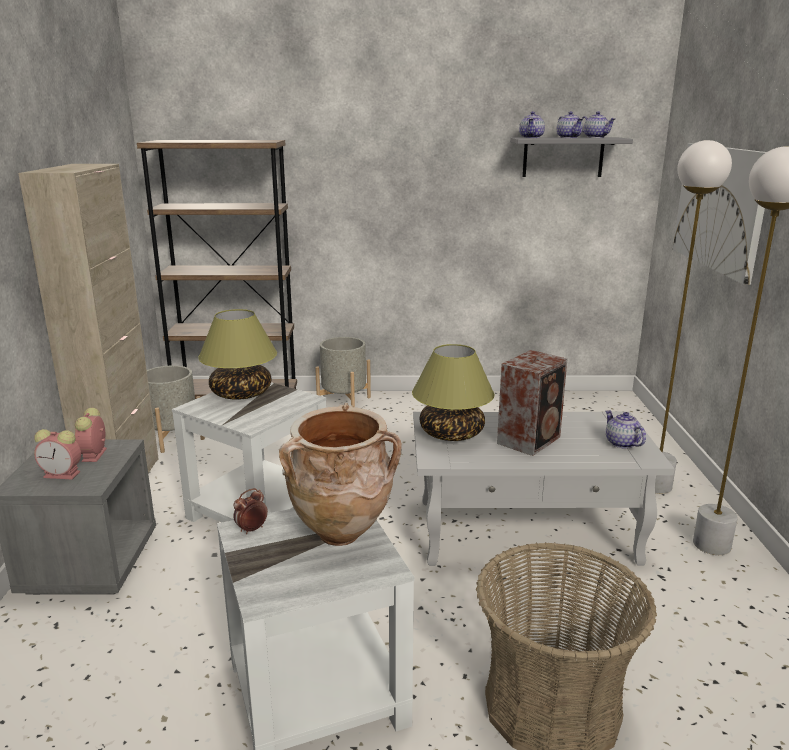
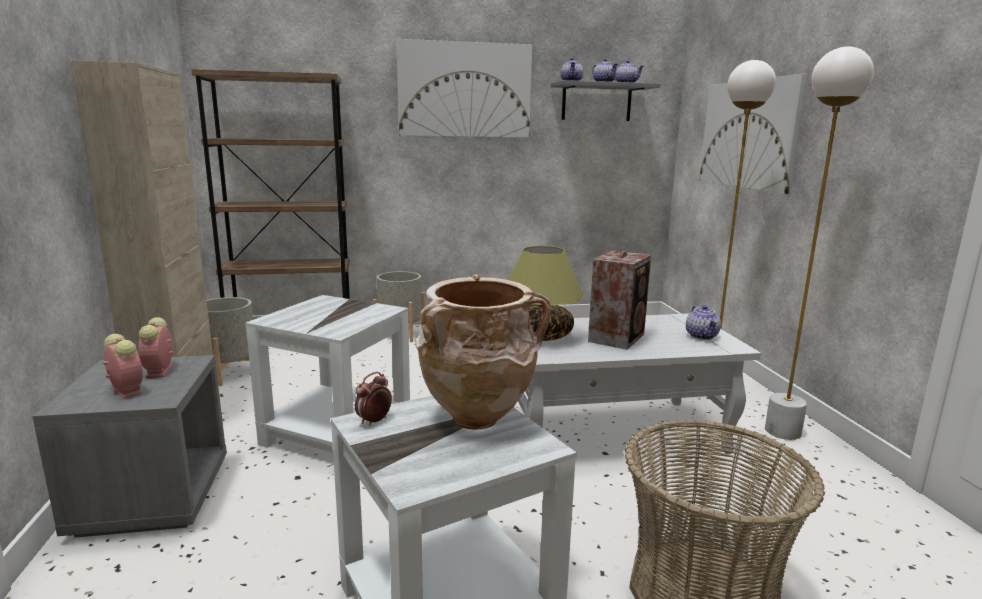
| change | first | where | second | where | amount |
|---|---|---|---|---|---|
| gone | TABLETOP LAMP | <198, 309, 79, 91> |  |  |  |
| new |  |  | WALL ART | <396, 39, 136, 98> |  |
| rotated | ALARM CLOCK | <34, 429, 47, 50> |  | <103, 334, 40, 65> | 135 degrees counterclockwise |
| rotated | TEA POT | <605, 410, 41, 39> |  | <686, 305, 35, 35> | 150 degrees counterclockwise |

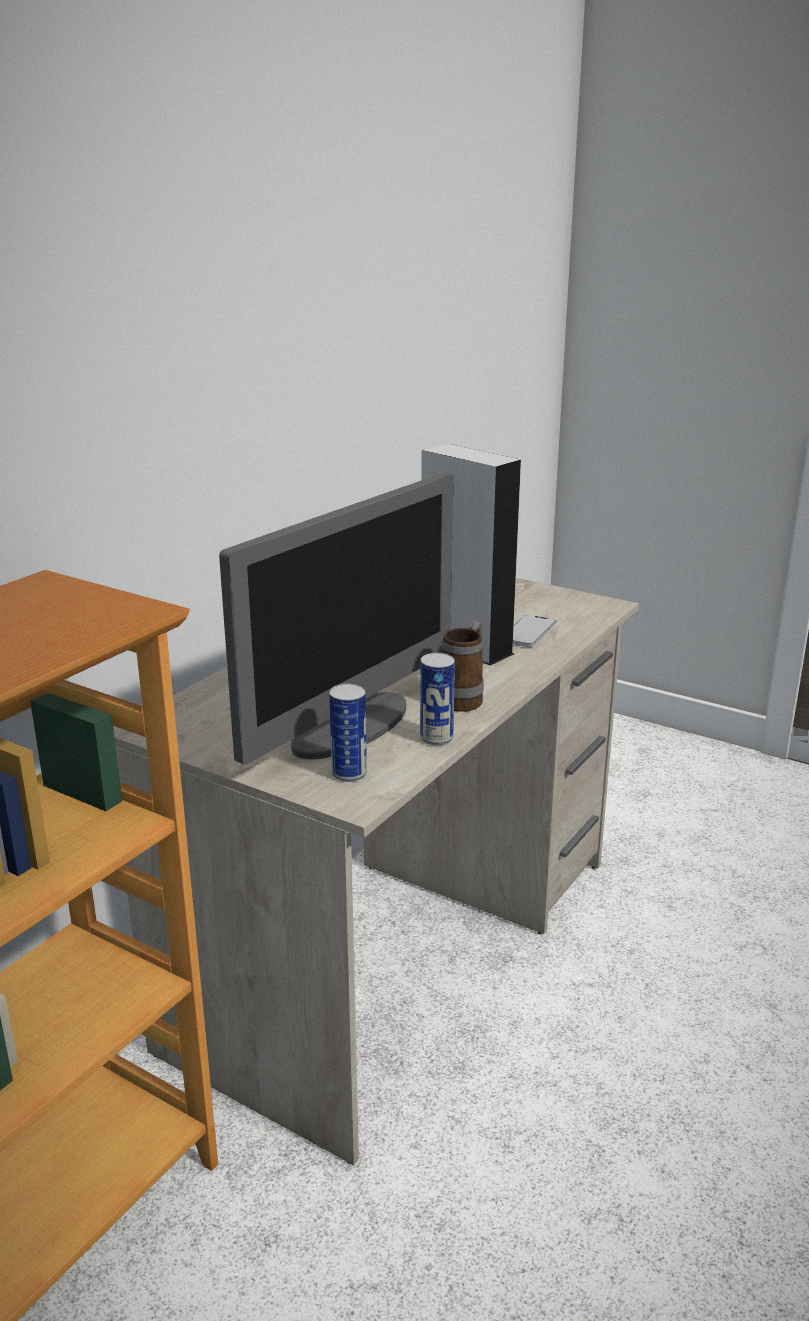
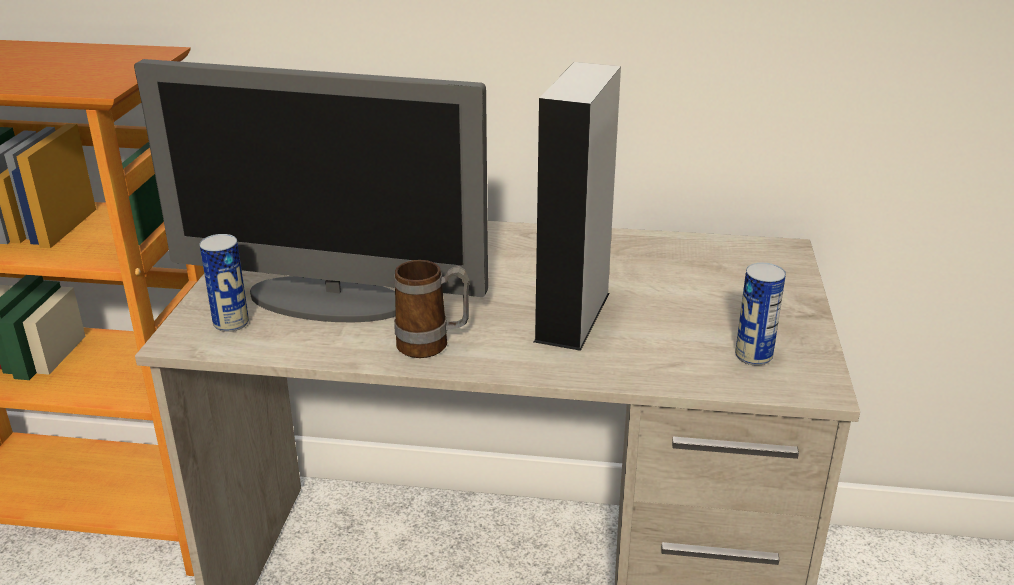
| change | first | where | second | where | amount |
|---|---|---|---|---|---|
| gone | HANDSET | <513, 615, 43, 32> |  |  |  |
| shifted | METAL CAN | <420, 653, 35, 92> |  | <735, 263, 51, 103> |  |

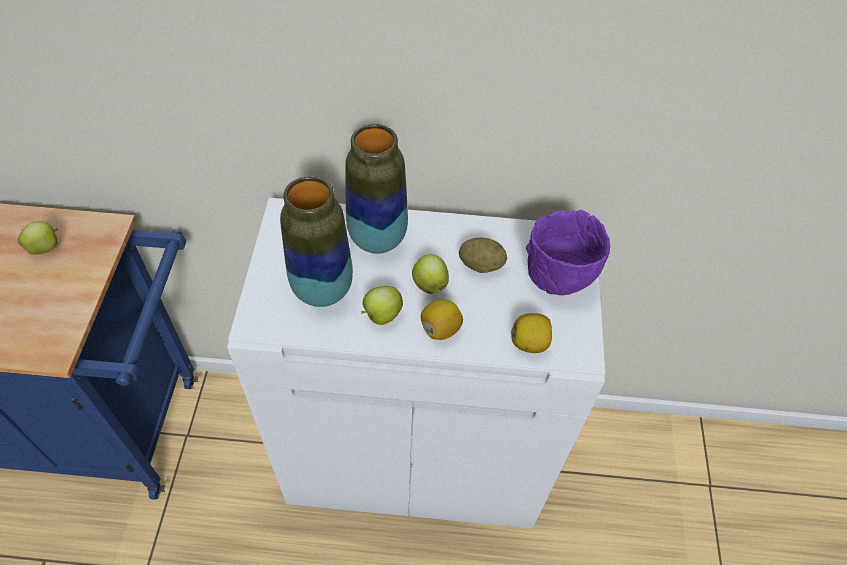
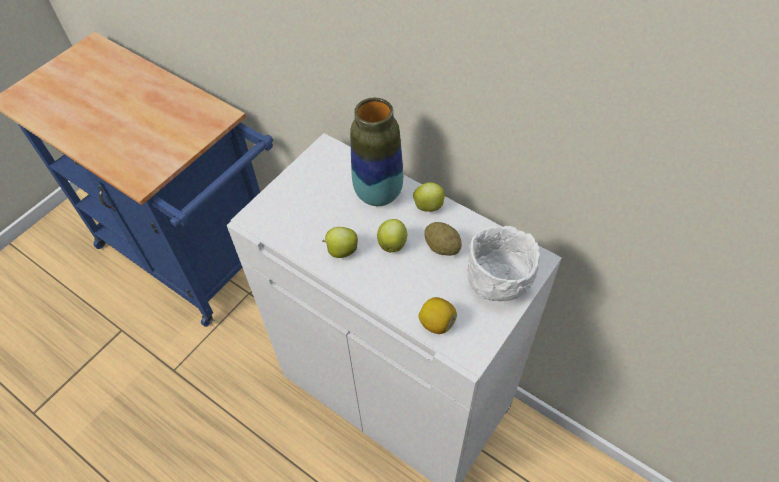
| change | first | where | second | where | amount |
|---|---|---|---|---|---|
| gone | DECORATIVE VASE | <280, 176, 73, 131> |  |  |  |
| gone | WHOLE LEMON | <421, 300, 42, 40> |  |  |  |
| shifted | APPLE FRUIT | <18, 221, 40, 34> |  | <413, 182, 34, 30> |  |
| repainted | PURPLE-COLOURED SERVING BOWL | <526, 210, 84, 86> | WHITISH SERVING BOWL | <467, 226, 73, 75> |  |

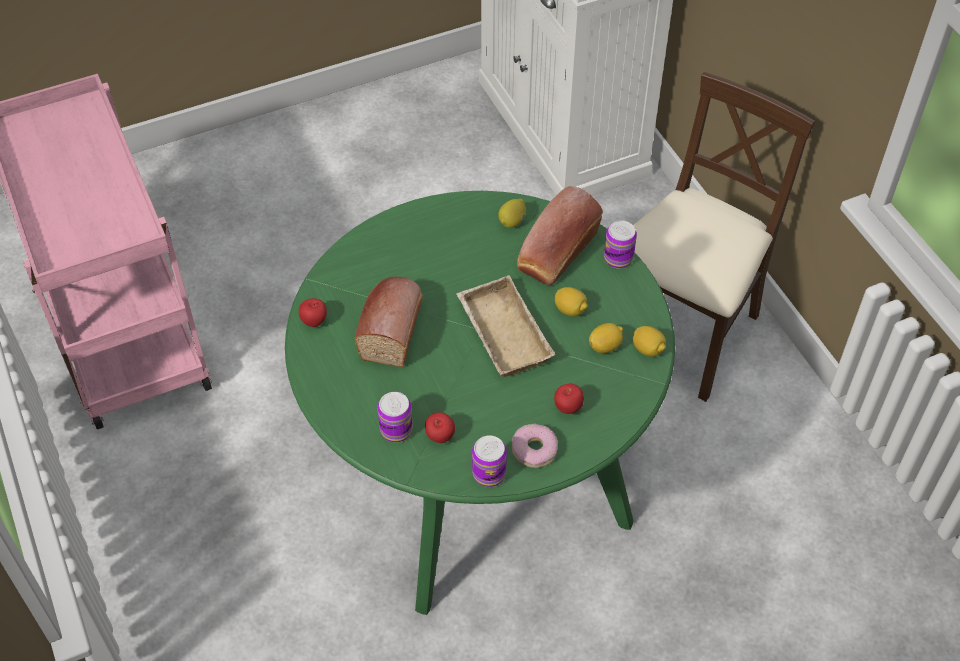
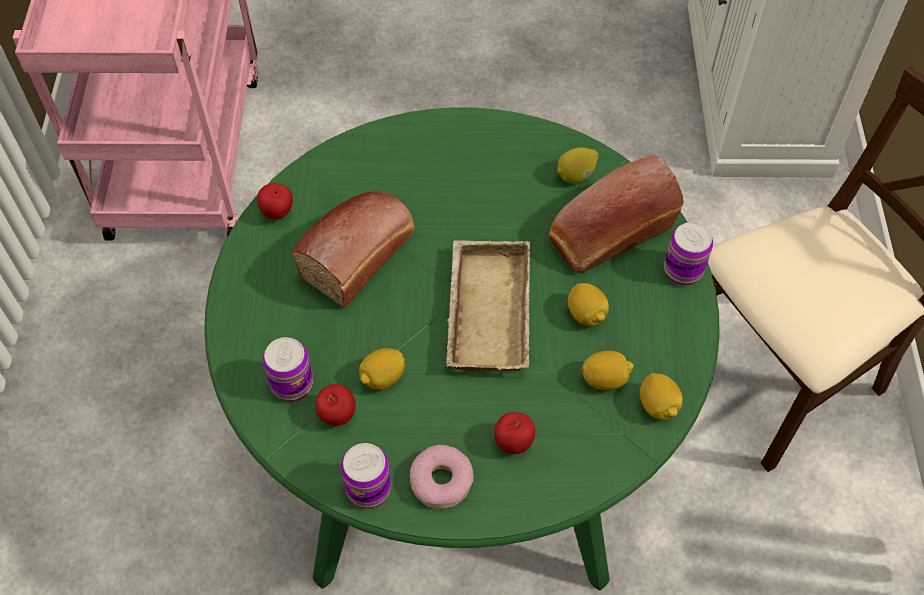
| change | first | where | second | where | amount |
|---|---|---|---|---|---|
| new |  |  | WHOLE LEMON | <359, 348, 46, 42> |  |

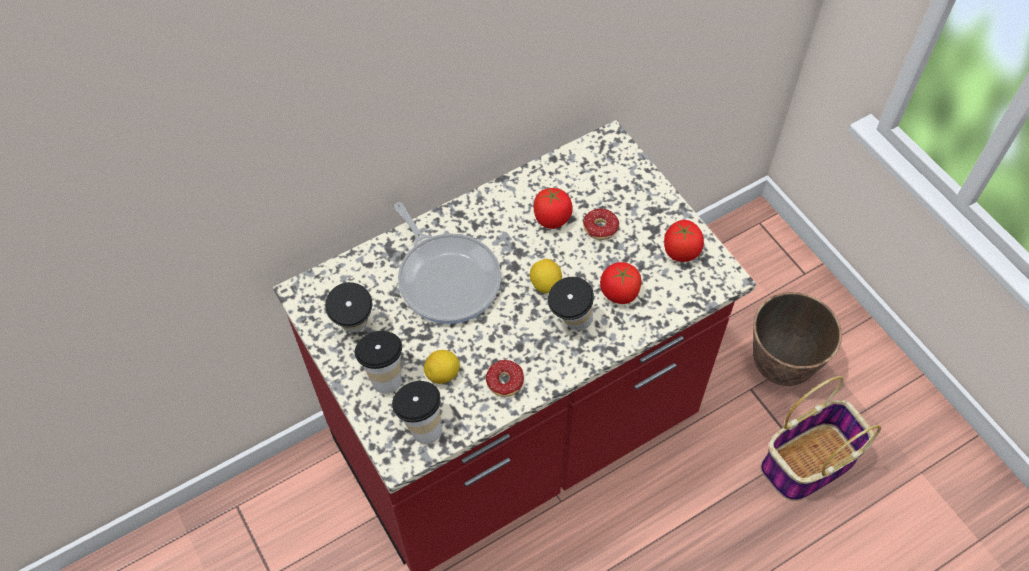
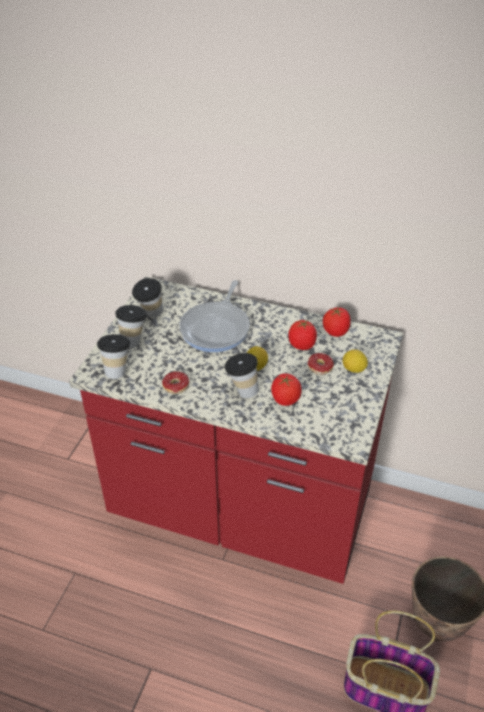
| change | first | where | second | where | amount |
|---|---|---|---|---|---|
| shifted | WHOLE LEMON | <424, 350, 36, 34> |  | <343, 349, 25, 24> |  |
| shifted | TOMATO | <664, 220, 40, 42> |  | <323, 306, 28, 31> |  |

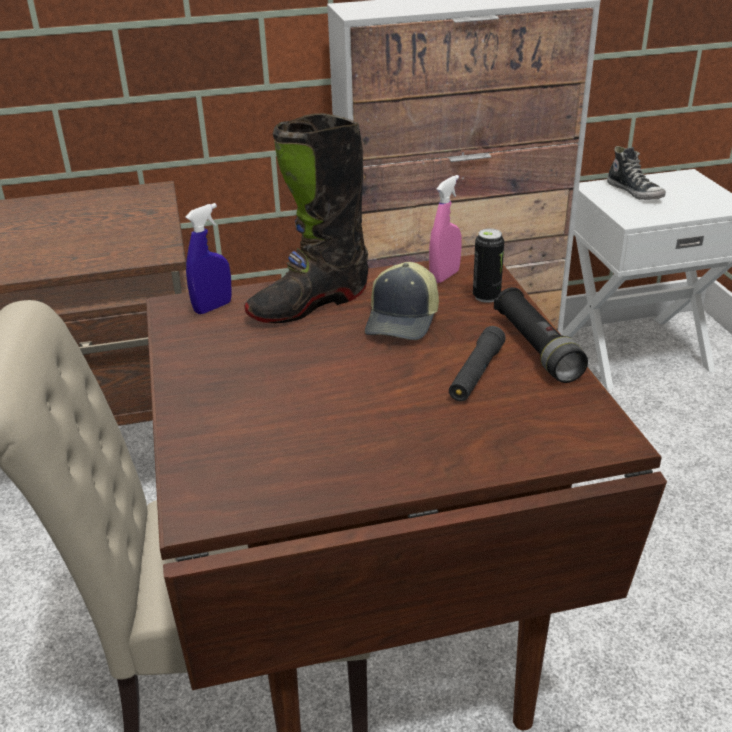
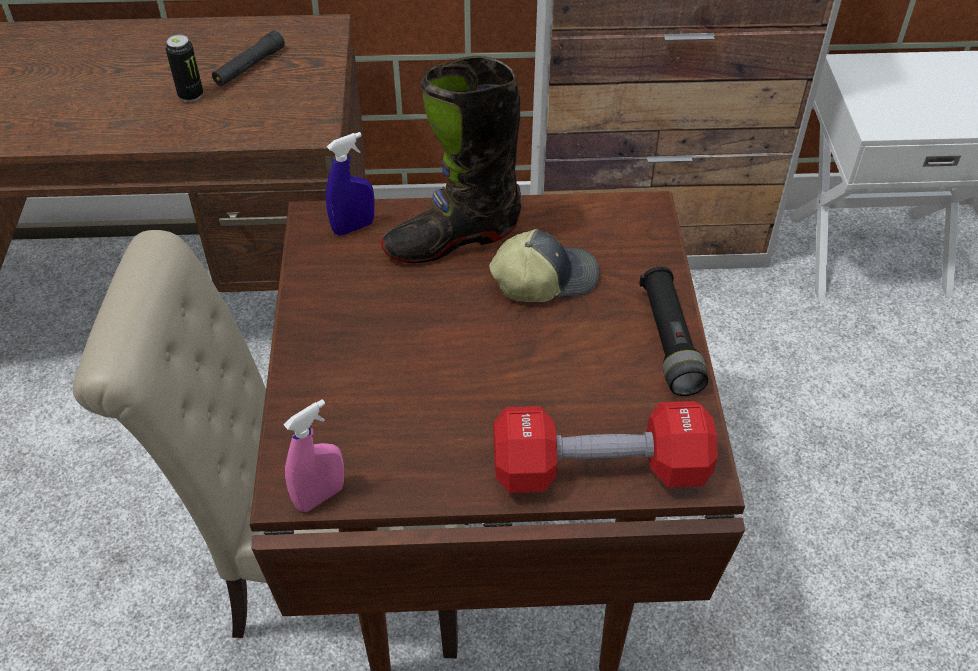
| change | first | where | second | where | amount |
|---|---|---|---|---|---|
| gone | SHOE | <607, 146, 59, 54> |  |  |  |
| new |  |  | RED-COLOURED HAND WEIGHT | <494, 401, 224, 92> |  |
| shifted | PINK SPRAY BOTTLE | <429, 175, 33, 108> |  | <284, 399, 60, 113> |  |
| shifted | BLACK FLASHLIGHT | <449, 326, 57, 76> |  | <212, 30, 73, 56> |  |
| shifted | METAL CAN | <473, 229, 31, 74> |  | <166, 35, 37, 67> |  |
| rotated | BASEBALL CAP | <365, 262, 74, 78> |  | <489, 229, 110, 73> | 135 degrees counterclockwise |

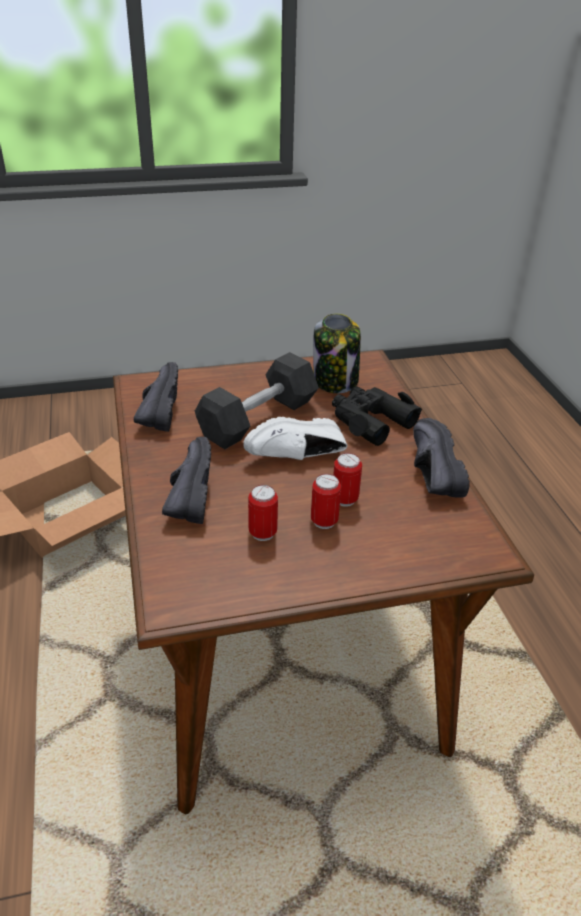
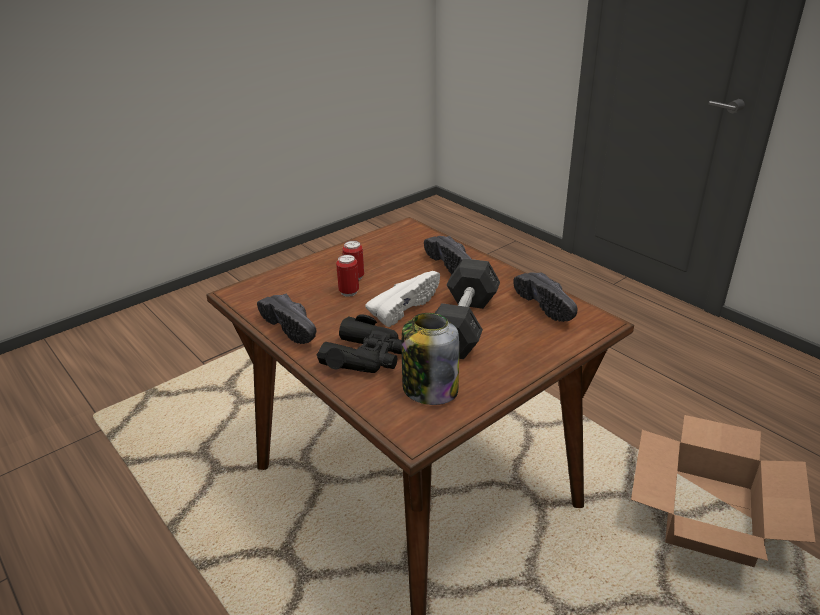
| change | first | where | second | where | amount |
|---|---|---|---|---|---|
| gone | METAL CAN | <248, 485, 30, 56> |  |  |  |

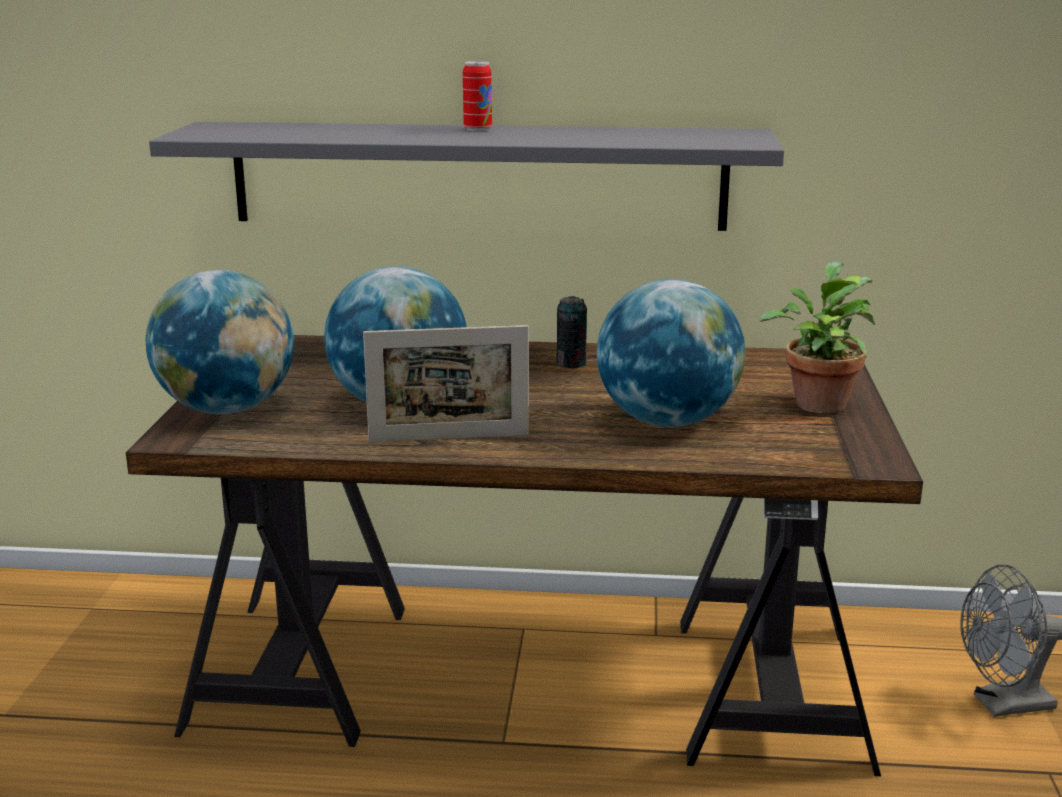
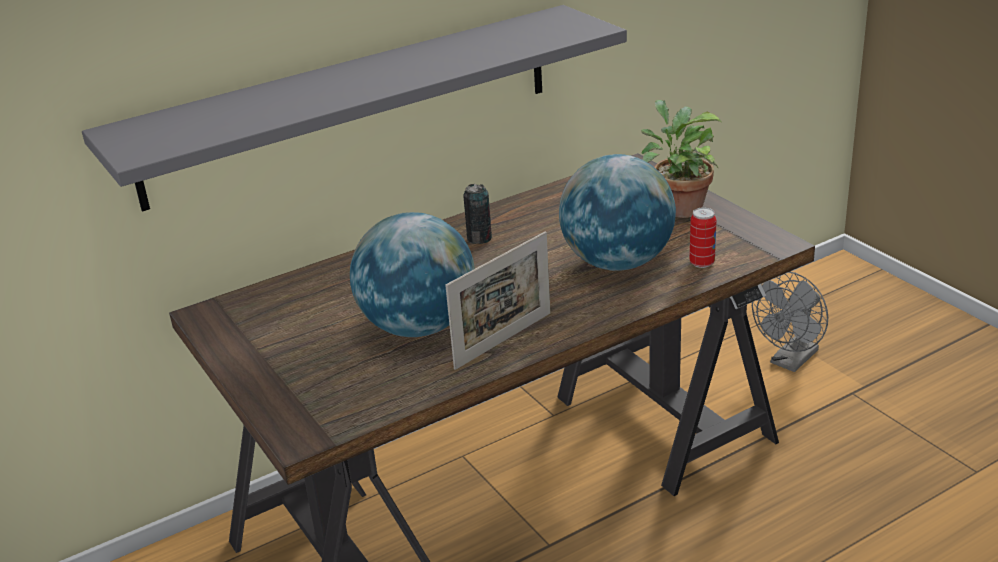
| change | first | where | second | where | amount |
|---|---|---|---|---|---|
| gone | WORLD GLOBE | <146, 270, 148, 144> |  |  |  |
| shifted | METAL CAN | <463, 61, 29, 70> |  | <690, 207, 26, 61> |  |

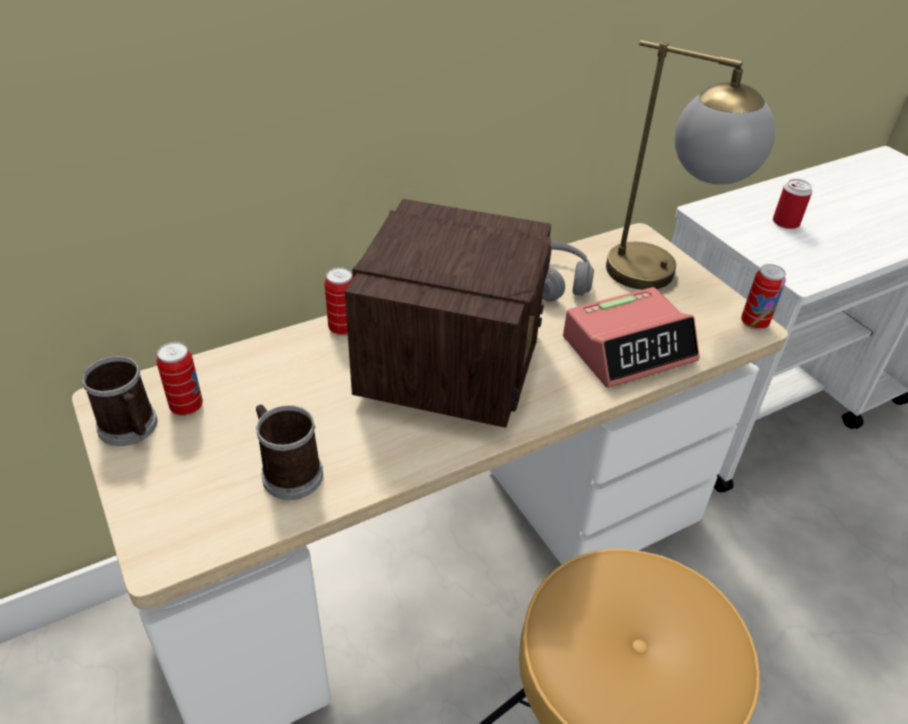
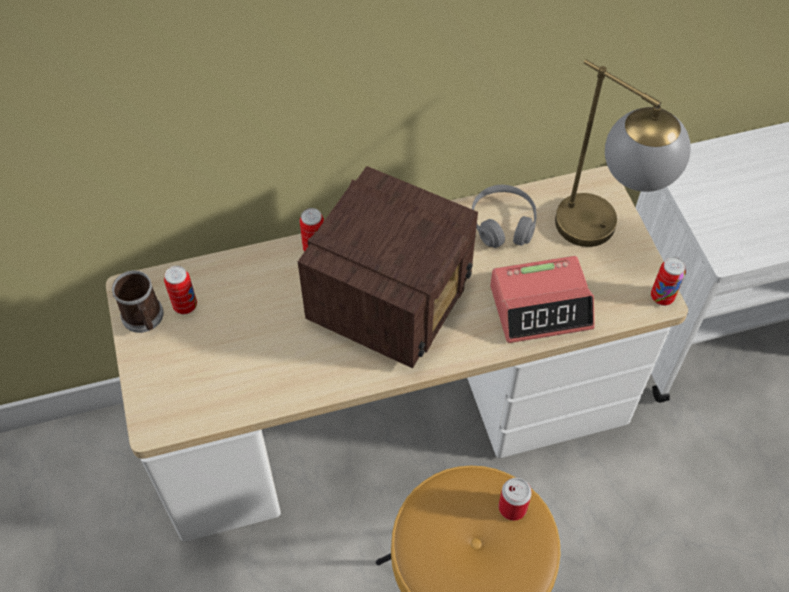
| change | first | where | second | where | amount |
|---|---|---|---|---|---|
| gone | MUG | <256, 405, 67, 95> |  |  |  |
| shifted | METAL CAN | <773, 179, 39, 50> |  | <498, 478, 34, 43> |  |

